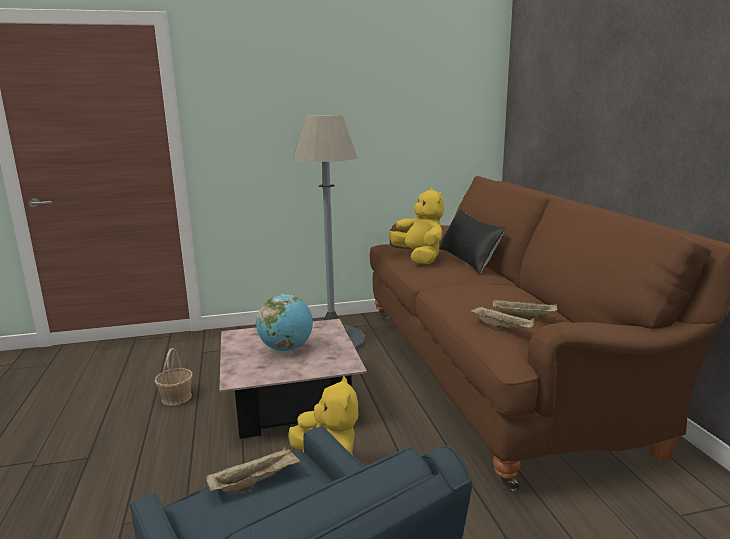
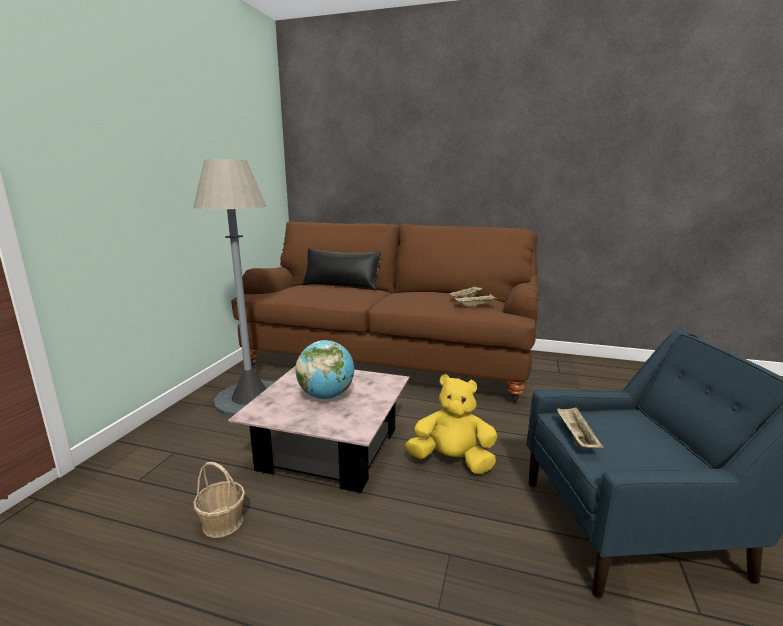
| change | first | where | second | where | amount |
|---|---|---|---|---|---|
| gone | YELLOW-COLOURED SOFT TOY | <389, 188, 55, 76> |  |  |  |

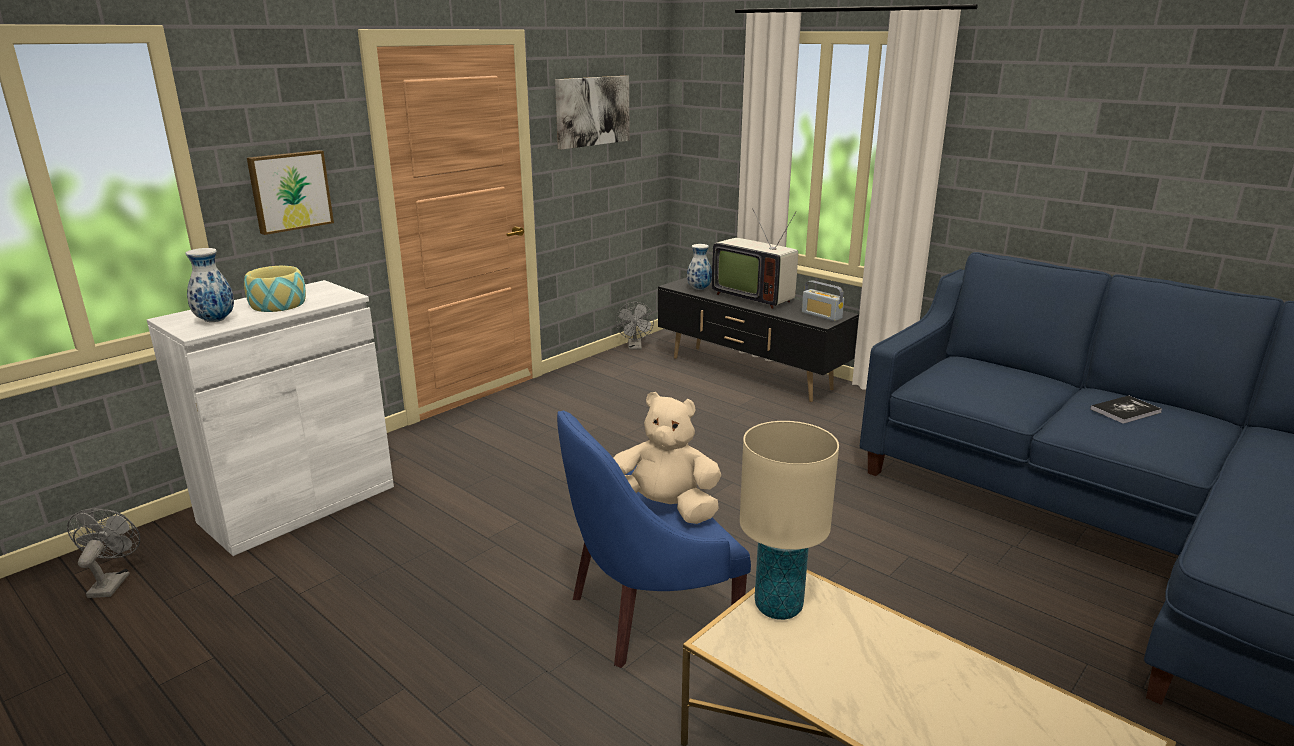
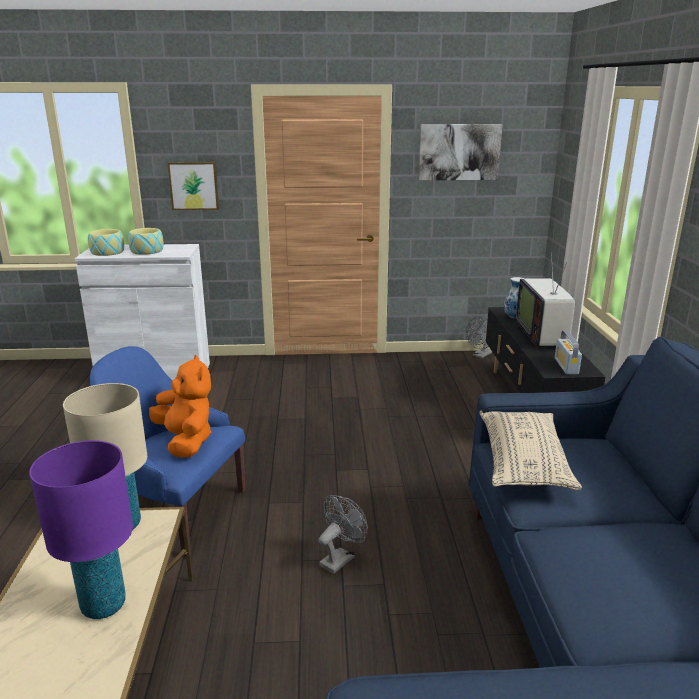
| change | first | where | second | where | amount |
|---|---|---|---|---|---|
| gone | BOUND BOOK | <1090, 395, 72, 29> |  |  |  |
| new |  |  | PURPLE-COLOURED TABLETOP LAMP | <29, 440, 104, 179> |  |
| new |  |  | SAND-COLOURED CUSHION | <480, 410, 102, 80> |  |
| shifted | GREYISH COOLING FAN | <67, 508, 73, 90> |  | <318, 495, 50, 79> |  |
| swapped | DECORATIVE VASE | <185, 248, 49, 74> | SERVING BOWL | <88, 229, 36, 27> |  |
| repainted | SAND-COLOURED SOFT TOY | <613, 392, 108, 132> | ORANGEY SOFT TOY | <149, 355, 63, 103> |  |

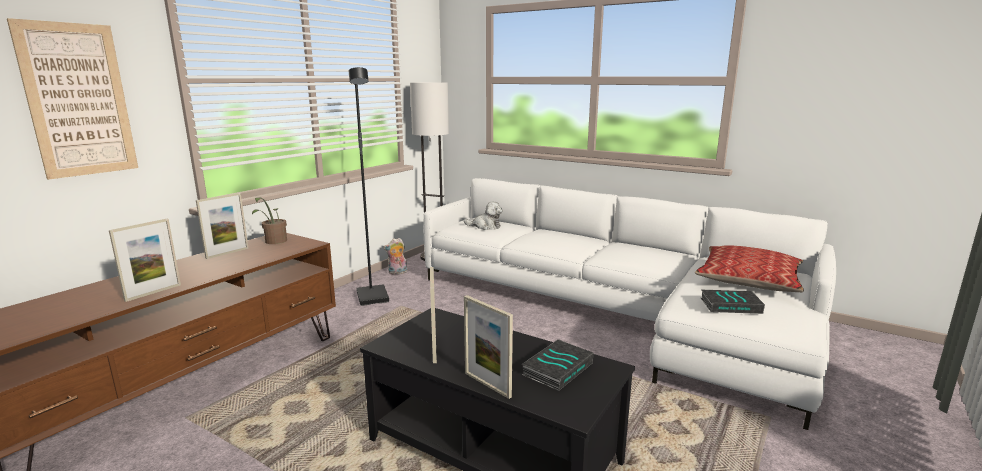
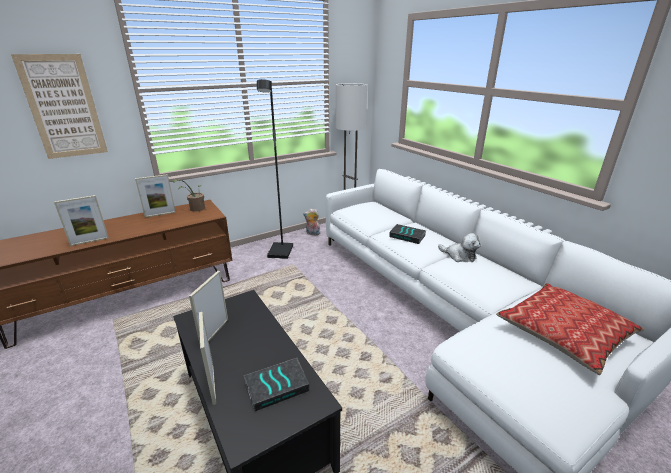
| change | first | where | second | where | amount |
|---|---|---|---|---|---|
| shifted | SOFT TOY | <464, 201, 38, 29> |  | <438, 233, 43, 29> |  |
| shifted | BOUND BOOK | <701, 290, 64, 24> |  | <389, 224, 37, 20> |  |

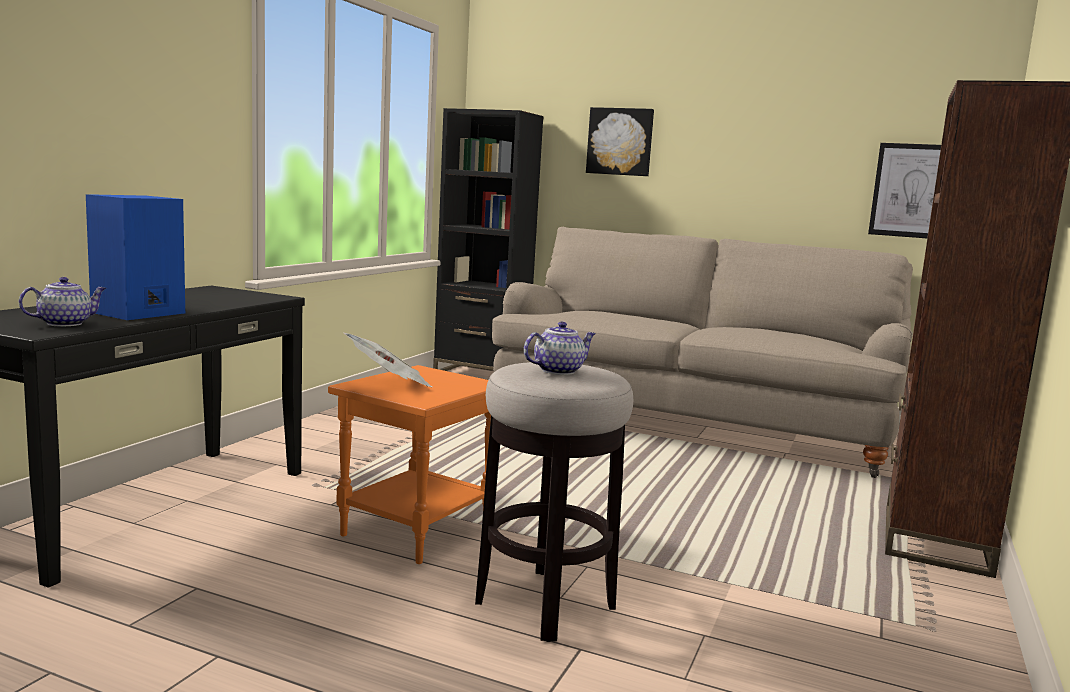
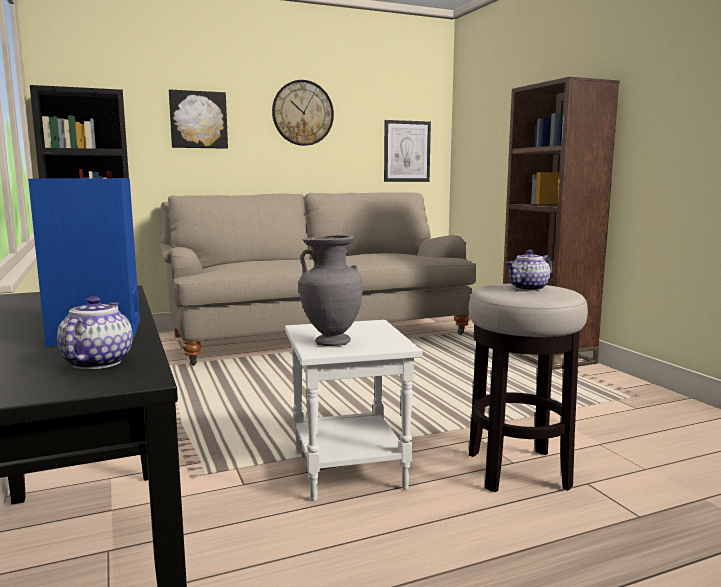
| change | first | where | second | where | amount |
|---|---|---|---|---|---|
| new |  |  | WALL CLOCK | <272, 80, 62, 66> |  |
| swapped | DAILY PAPER | <344, 333, 88, 54> | GREYISH DECORATIVE VASE | <299, 235, 64, 111> |  |
| repainted | ORANGEY SIDE TABLE | <328, 365, 163, 199> | WHITISH SIDE TABLE | <285, 320, 138, 181> |  |
| rotated | TEA POT | <524, 322, 72, 53> |  | <506, 249, 47, 42> | 135 degrees counterclockwise |

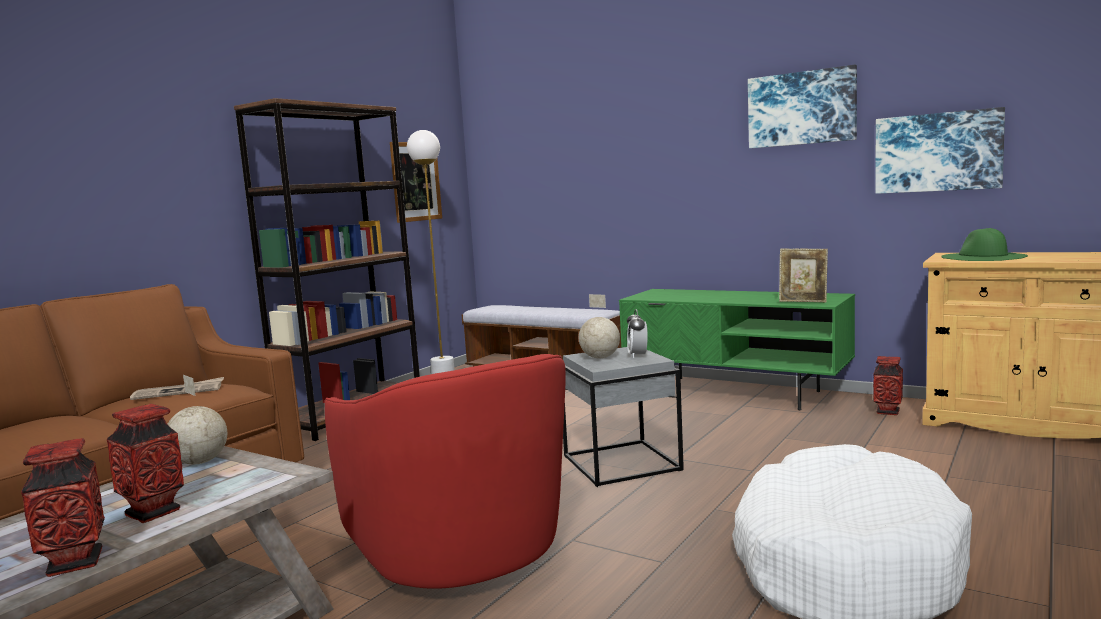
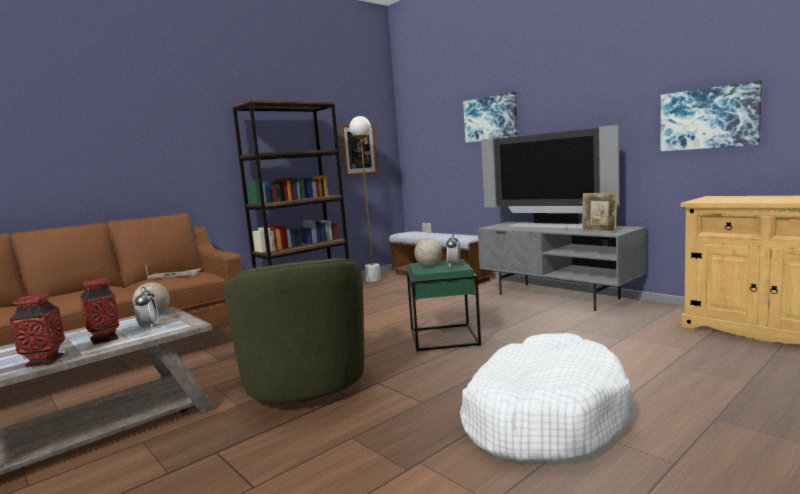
| change | first | where | second | where | amount |
|---|---|---|---|---|---|
| gone | DECORATIVE VASE | <873, 356, 30, 59> |  |  |  |
| gone | GREEN HAT | <942, 228, 86, 33> |  |  |  |
| new |  |  | ALARM CLOCK | <134, 287, 24, 42> |  |
| new |  |  | TV SET | <481, 125, 139, 104> |  |
| shifted | WALL ART | <748, 65, 109, 83> |  | <463, 92, 55, 51> |  |
| repainted | RED-COLOURED LOUNGE CHAIR | <325, 354, 241, 235> | GREEN LOUNGE CHAIR | <224, 259, 140, 144> |  |
| repainted | GREYISH SIDE TABLE | <563, 347, 121, 140> | GREEN SIDE TABLE | <407, 259, 74, 93> |  |
| repainted | GREEN MEDIA CONSOLE | <619, 289, 236, 121> | GREYISH MEDIA CONSOLE | <477, 222, 170, 89> |  |

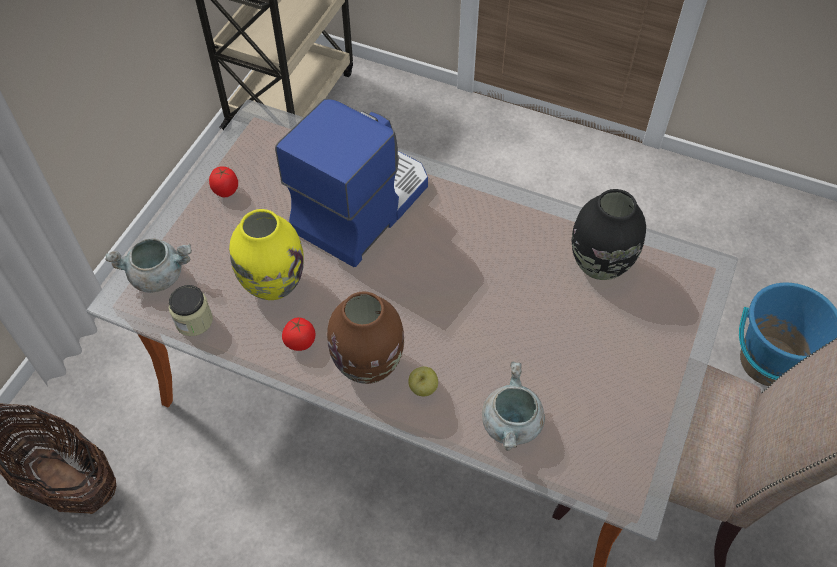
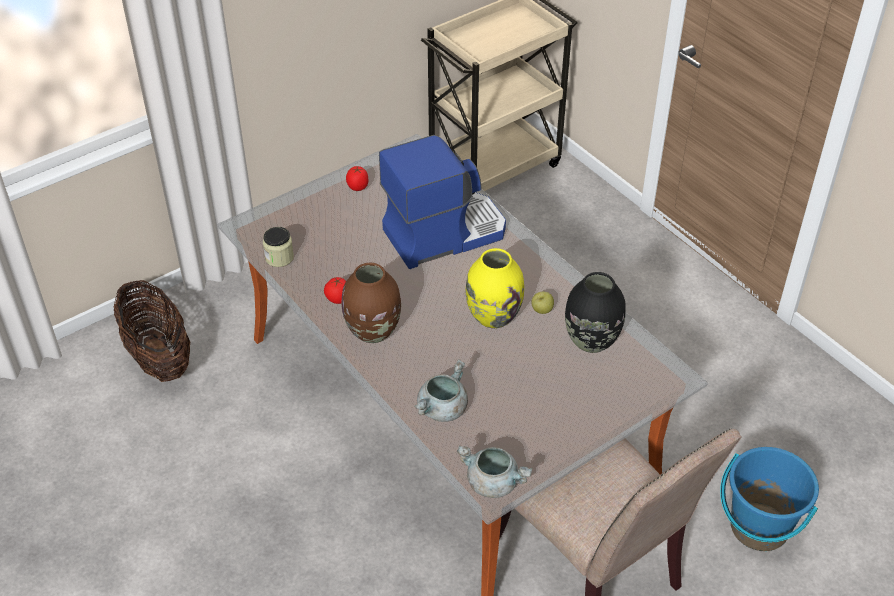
| change | first | where | second | where | amount |
|---|---|---|---|---|---|
| shifted | GREYISH COOKING POT | <105, 239, 87, 54> |  | <457, 446, 76, 52> |  |
| shifted | YELLOW-COLOURED DECORATIVE VASE | <229, 209, 75, 91> |  | <466, 248, 58, 80> |  |
| shifted | APPLE FRUIT | <408, 366, 30, 30> |  | <531, 292, 23, 22> |  |

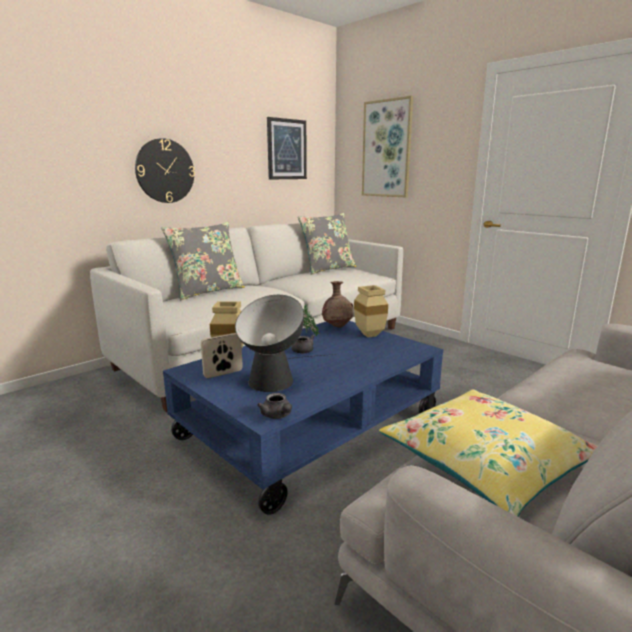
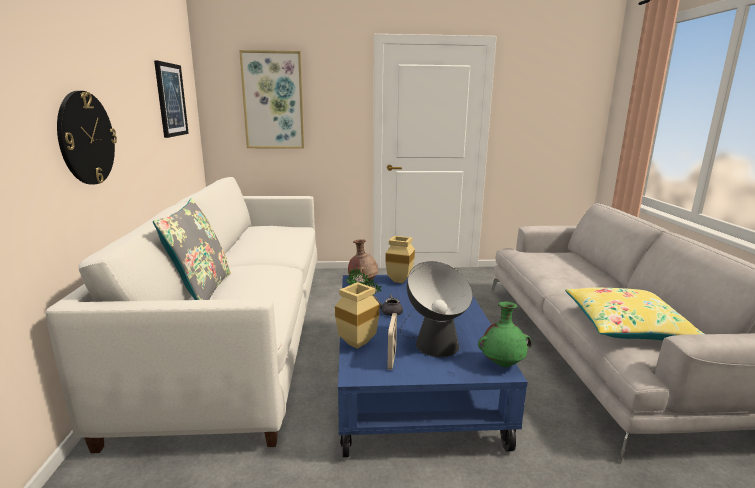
| change | first | where | second | where | amount |
|---|---|---|---|---|---|
| gone | GREYISH CUSHION | <298, 213, 58, 62> |  |  |  |
| swapped | GREYISH TEA POT | <257, 393, 35, 26> | GREEN DECORATIVE VASE | <478, 302, 54, 66> |  |

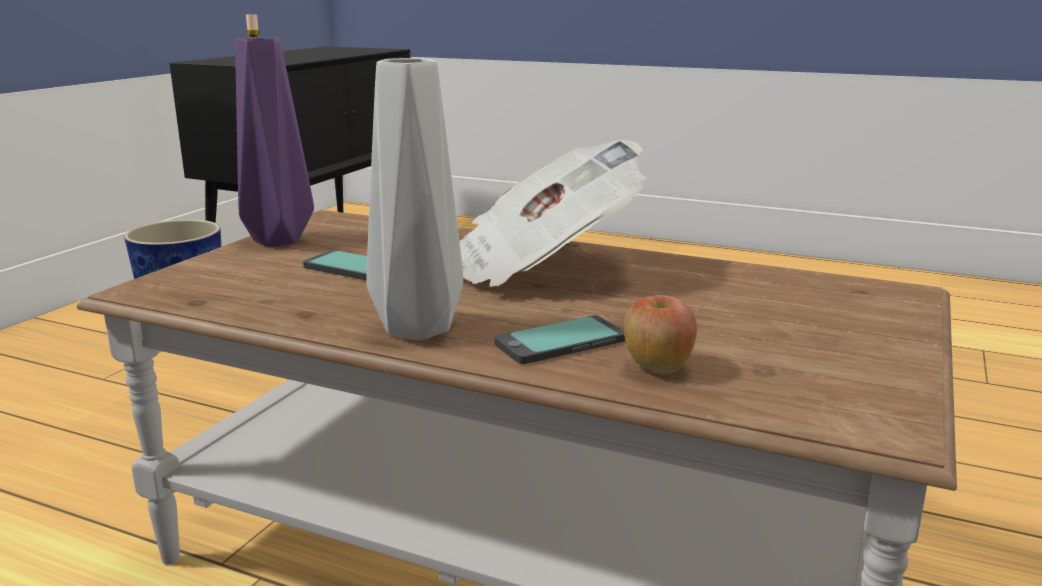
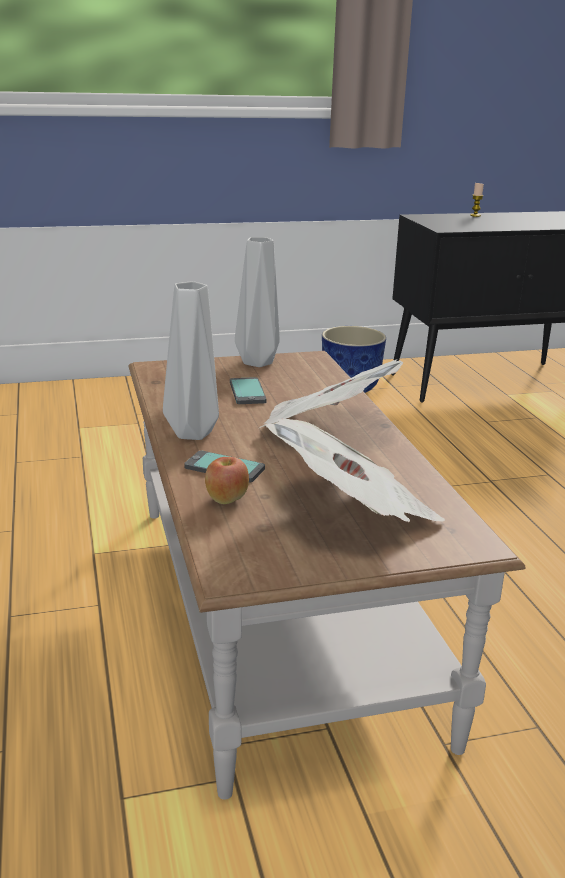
| change | first | where | second | where | amount |
|---|---|---|---|---|---|
| new |  |  | DAILY PAPER | <265, 419, 180, 103> |  |
| repainted | PURPLE-COLOURED DECORATIVE VASE | <235, 37, 79, 210> | GREYISH DECORATIVE VASE | <235, 237, 45, 130> |  |

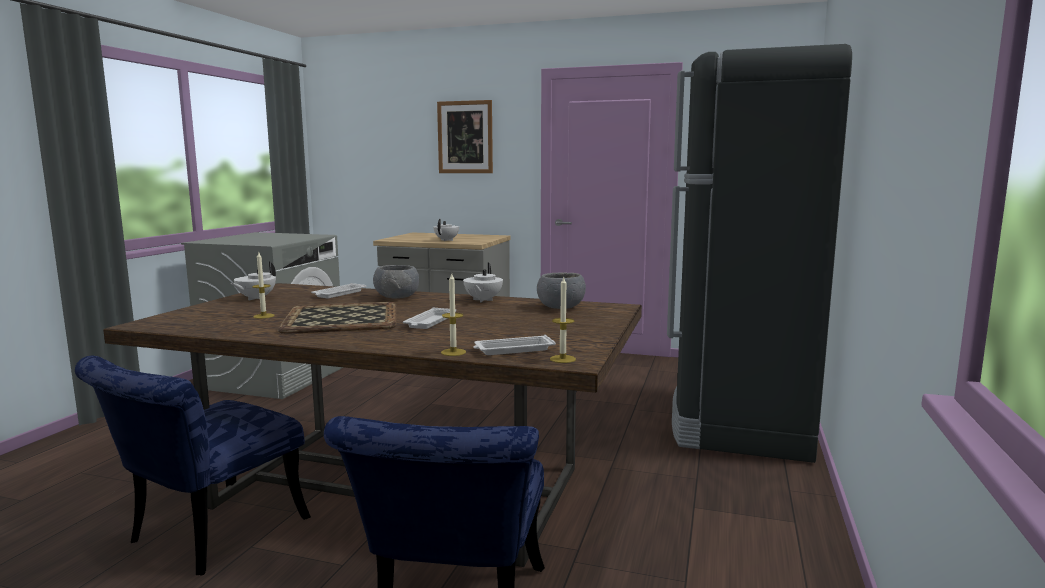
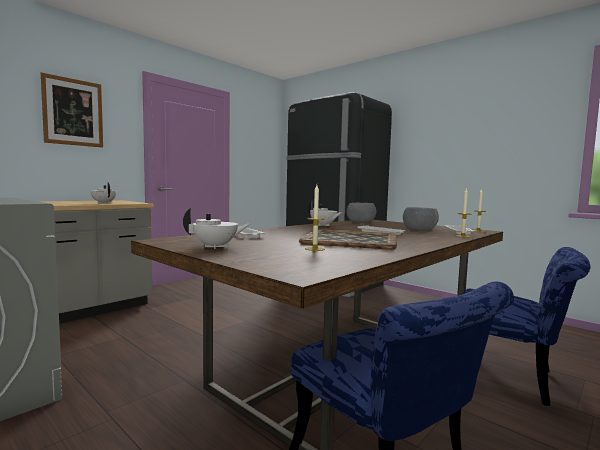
| change | first | where | second | where | amount |
|---|---|---|---|---|---|
| shifted | GREYISH SERVING BOWL | <373, 265, 46, 33> |  | <403, 207, 36, 24> |  |
| rotated | WHITISH TEA POT | <231, 262, 45, 39> |  | <183, 208, 67, 41> | 60 degrees counterclockwise |

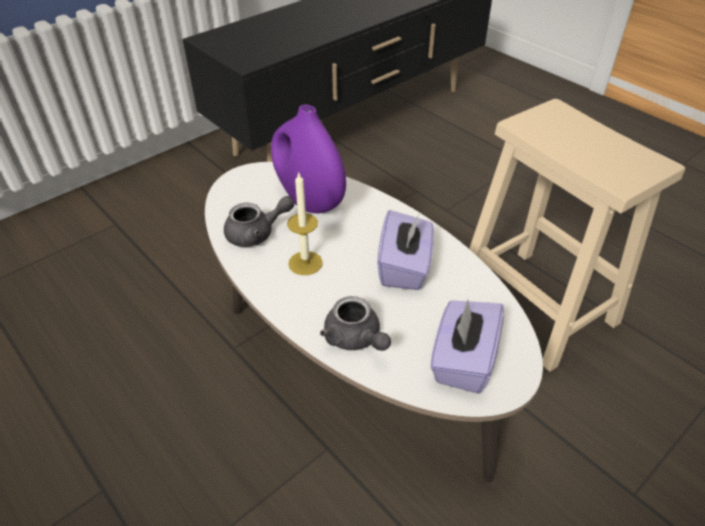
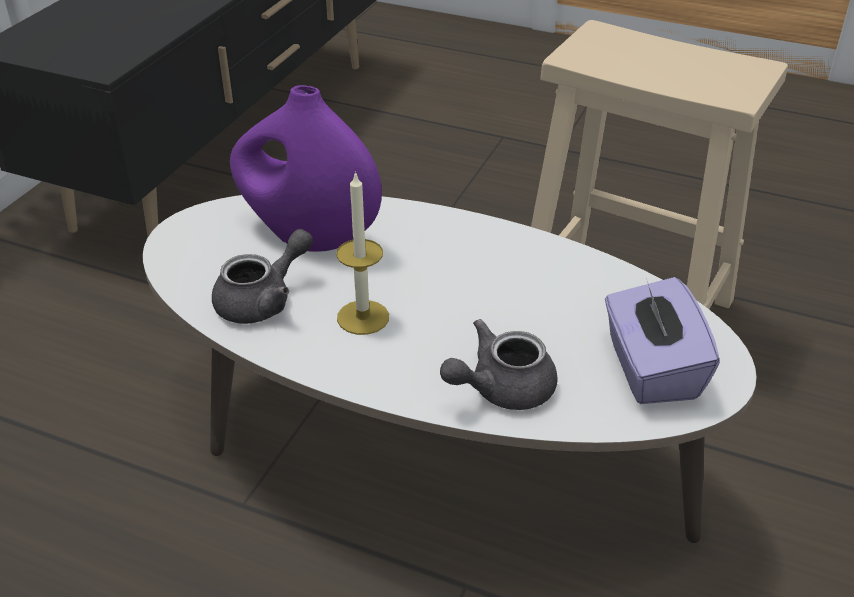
| change | first | where | second | where | amount |
|---|---|---|---|---|---|
| gone | PURPLE-COLOURED TISSUE BOX | <377, 210, 57, 80> |  |  |  |
| rotated | GREYISH TEA POT | <320, 296, 71, 55> |  | <440, 319, 117, 91> | 120 degrees clockwise |

